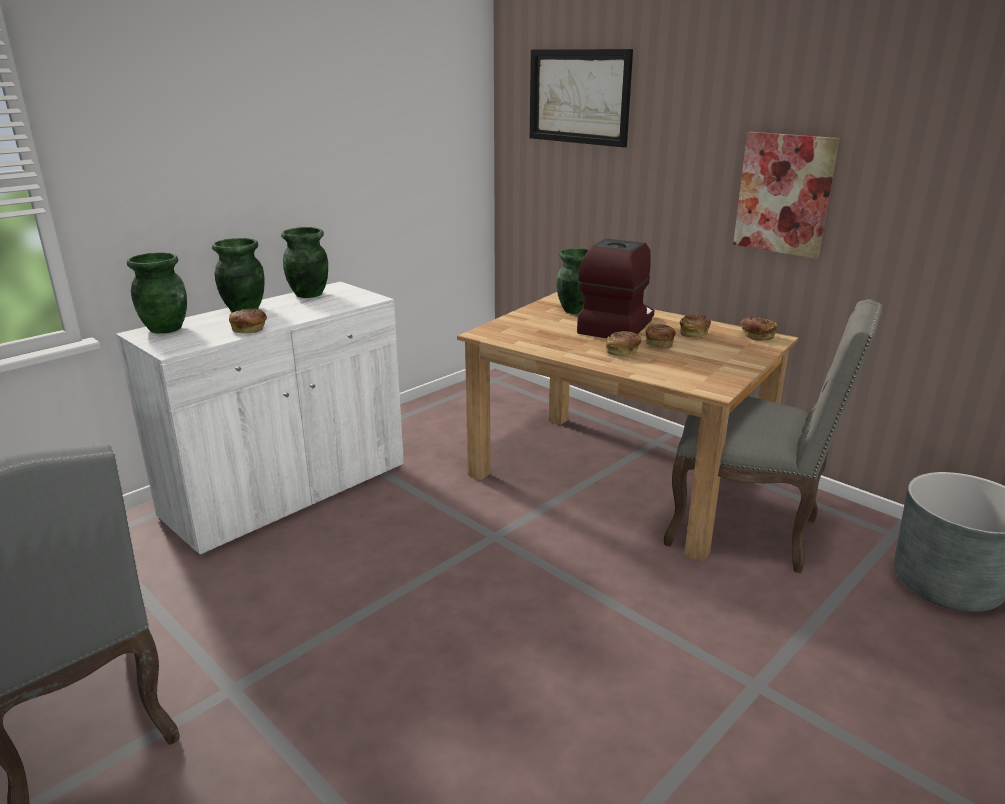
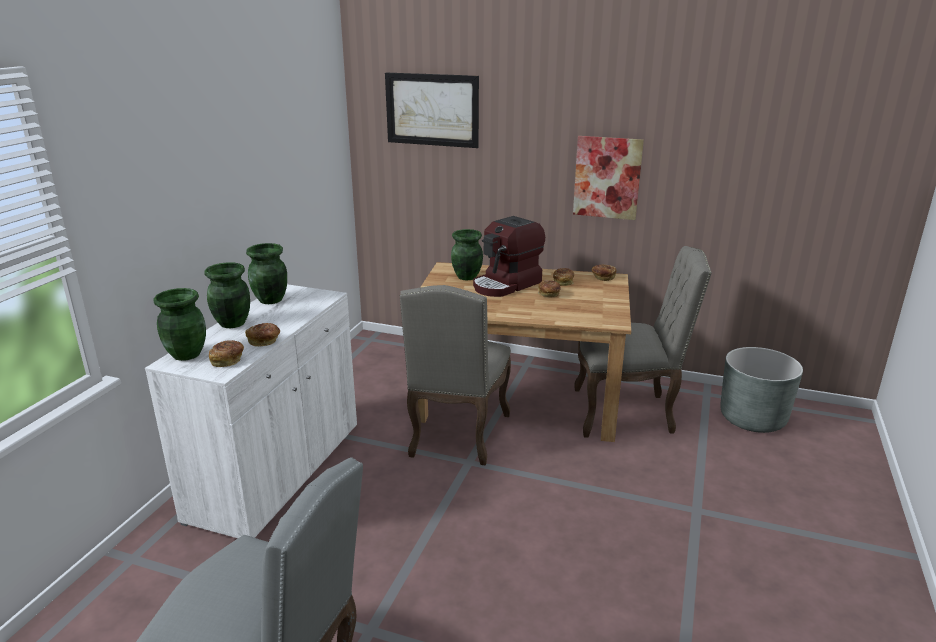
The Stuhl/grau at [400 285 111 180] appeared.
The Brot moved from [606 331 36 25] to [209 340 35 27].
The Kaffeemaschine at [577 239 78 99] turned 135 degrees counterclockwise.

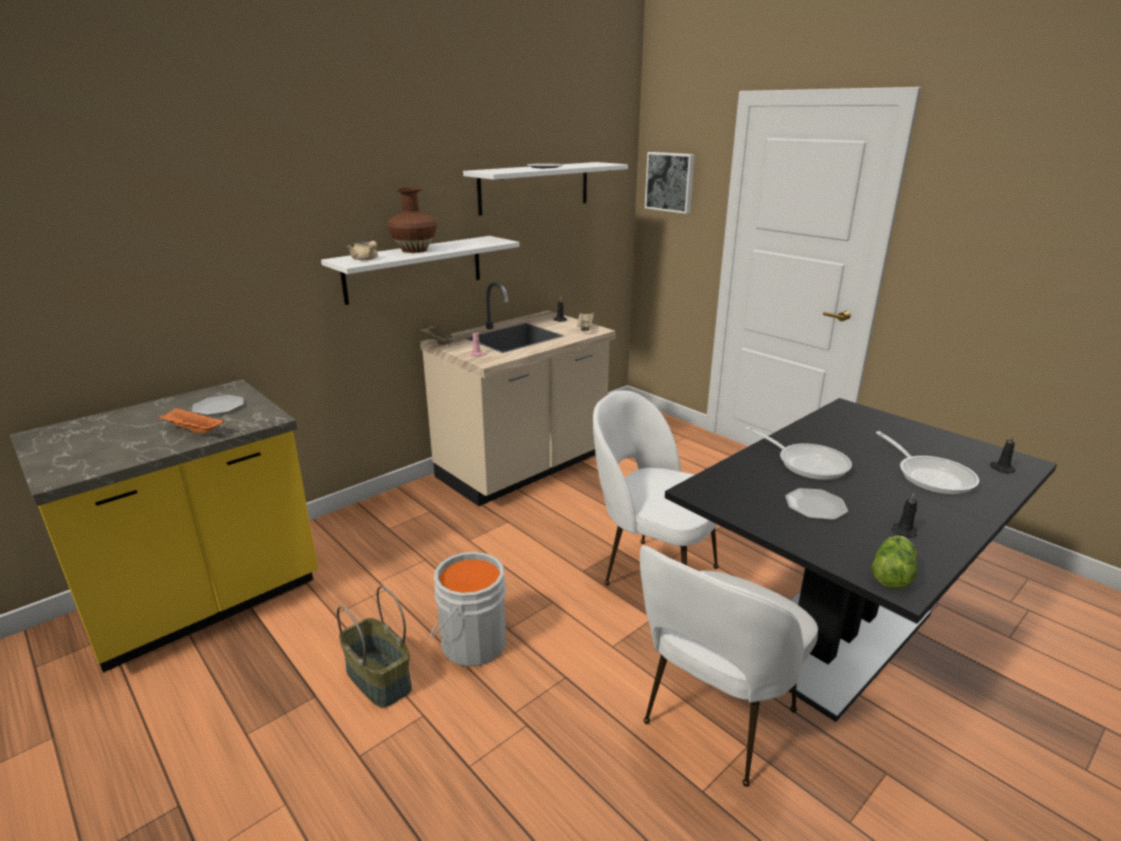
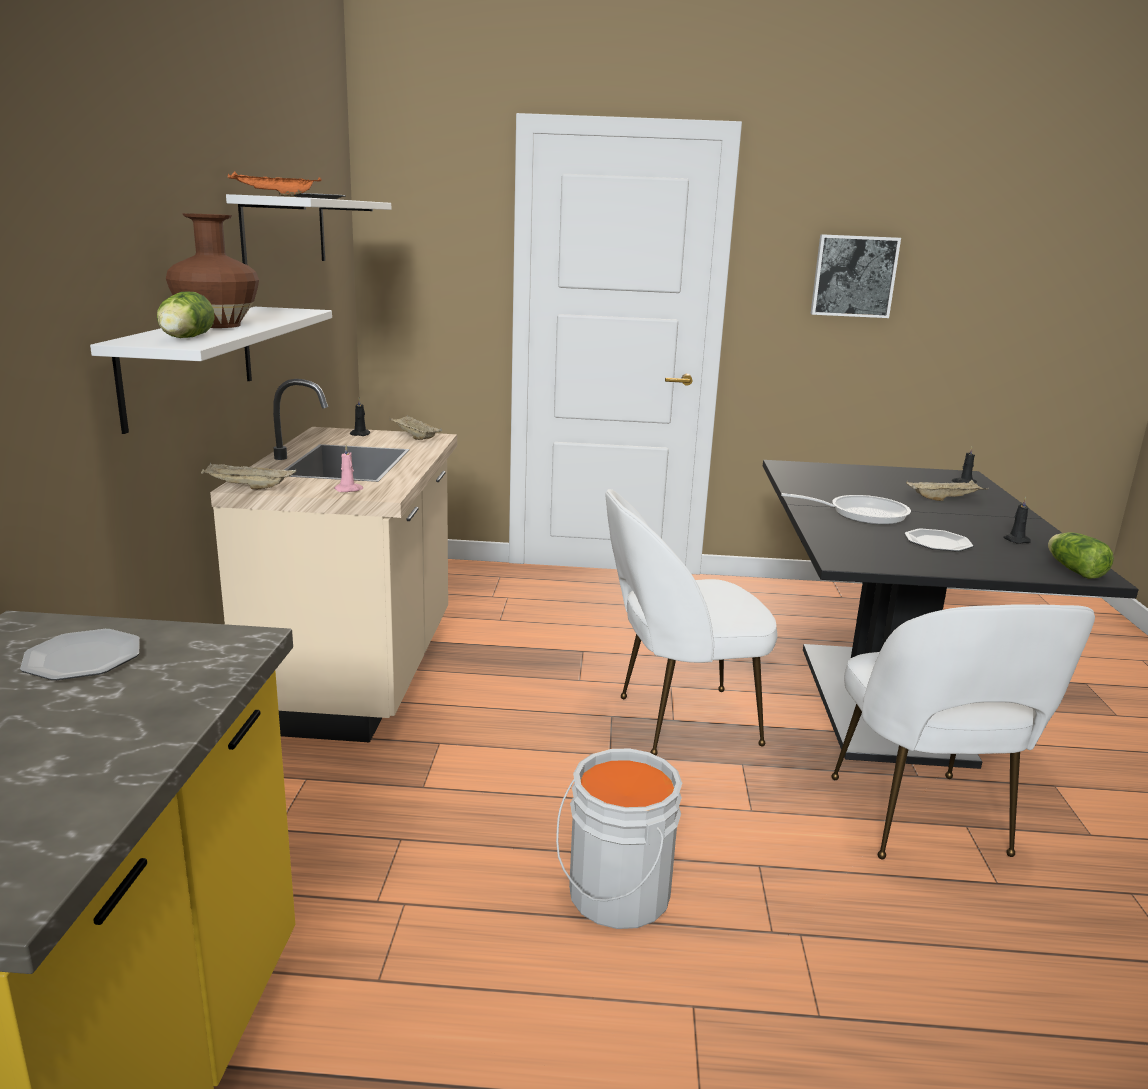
The Korb at [337 585 75 123] disappeared.
The Tablett/orange moved from [158 407 67 27] to [227 171 95 25].
The Bild moved from [645 152 50 62] to [811 234 90 84].
The Teekanne/beige at [347 241 31 19] was replaced by the Salatkopf at [157 291 58 47].
The Pfanne at [876 431 103 64] was replaced by the Tablett/beige at [906 480 82 21].

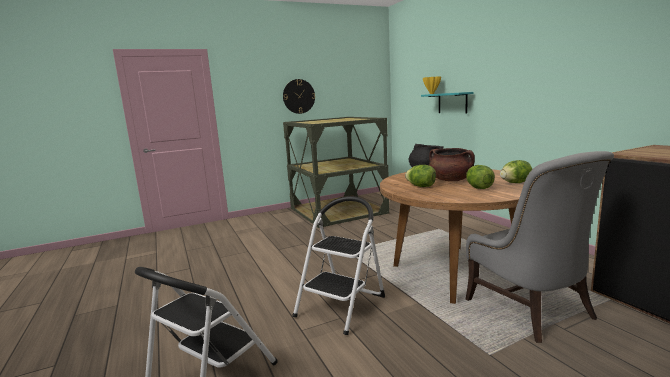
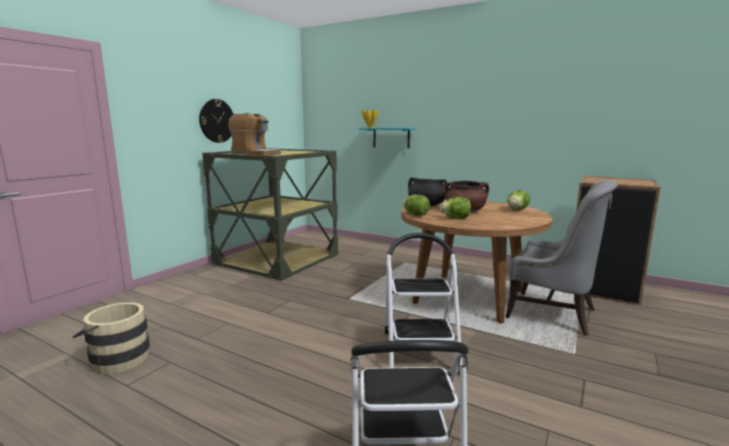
The Eimer/beige at [72 302 78 72] appeared.
The Kaffeemaschine at [228 113 53 43] appeared.
The Salatkopf moved from [466 165 29 24] to [403 194 27 22].

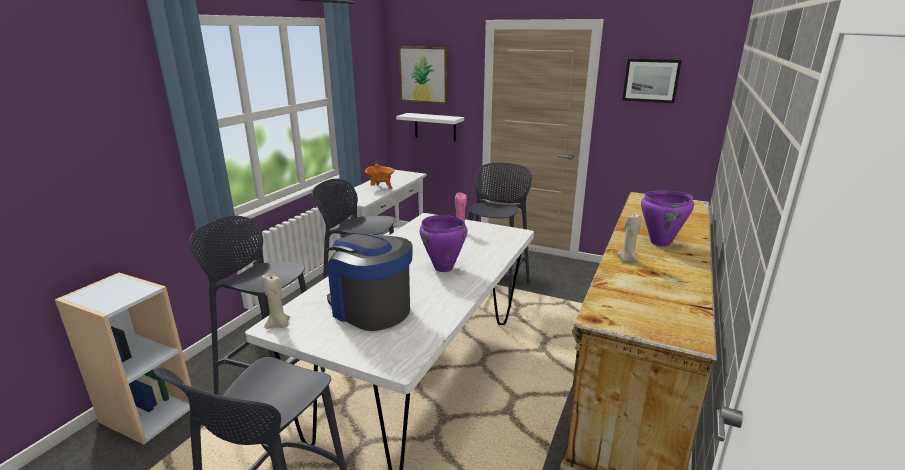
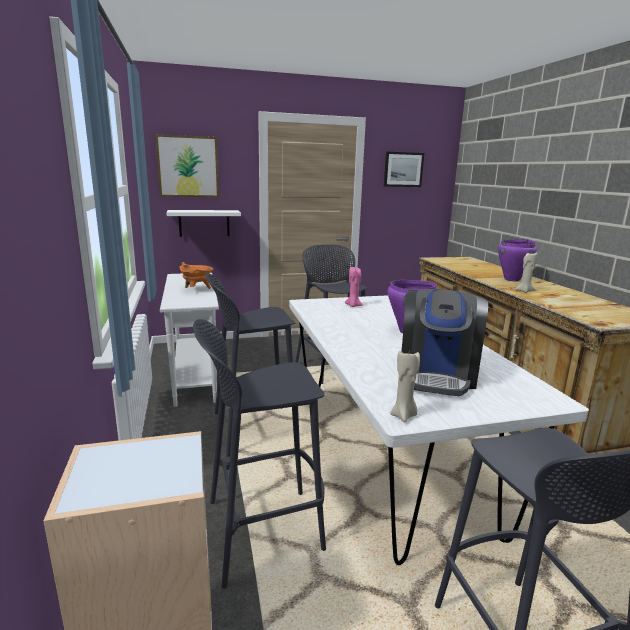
The Kaffeemaschine at [326 233 87 98] turned 75 degrees counterclockwise.

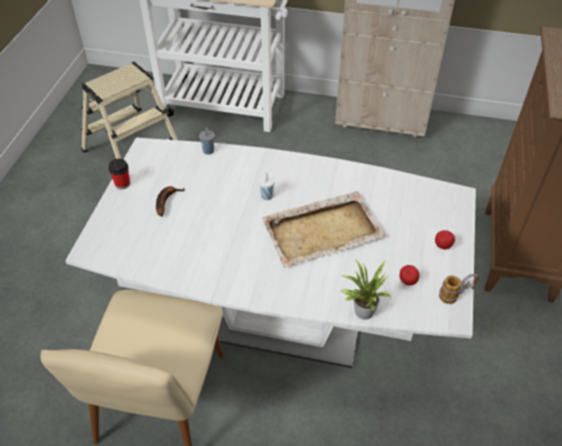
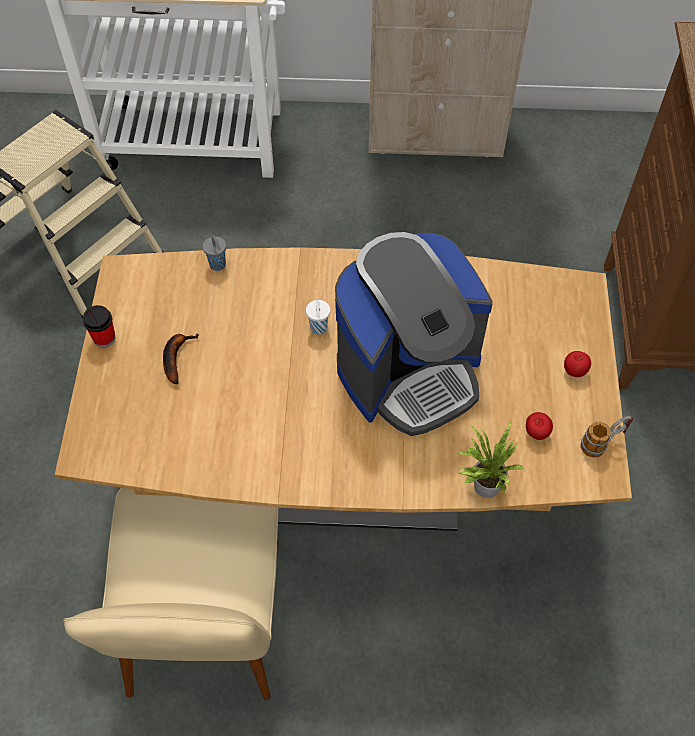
The Tablett/beige at [262 191 124 77] was replaced by the Kaffeemaschine at [335 232 158 204].
The Esstisch/weiß at [65 138 411 230] became the Esstisch/braun at [55 247 577 284].

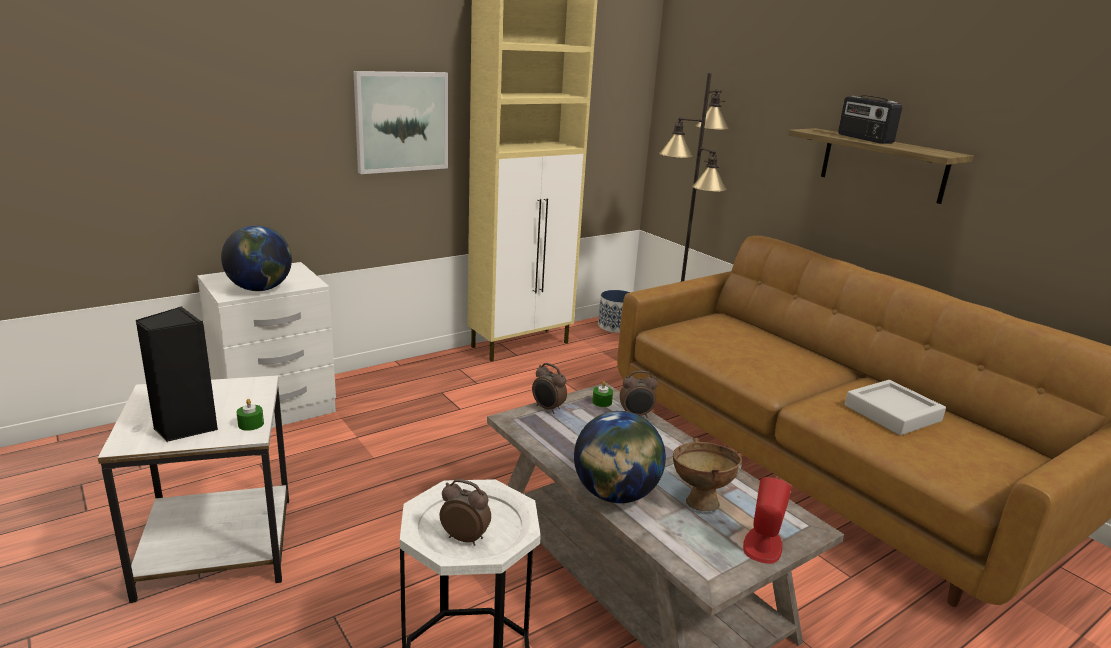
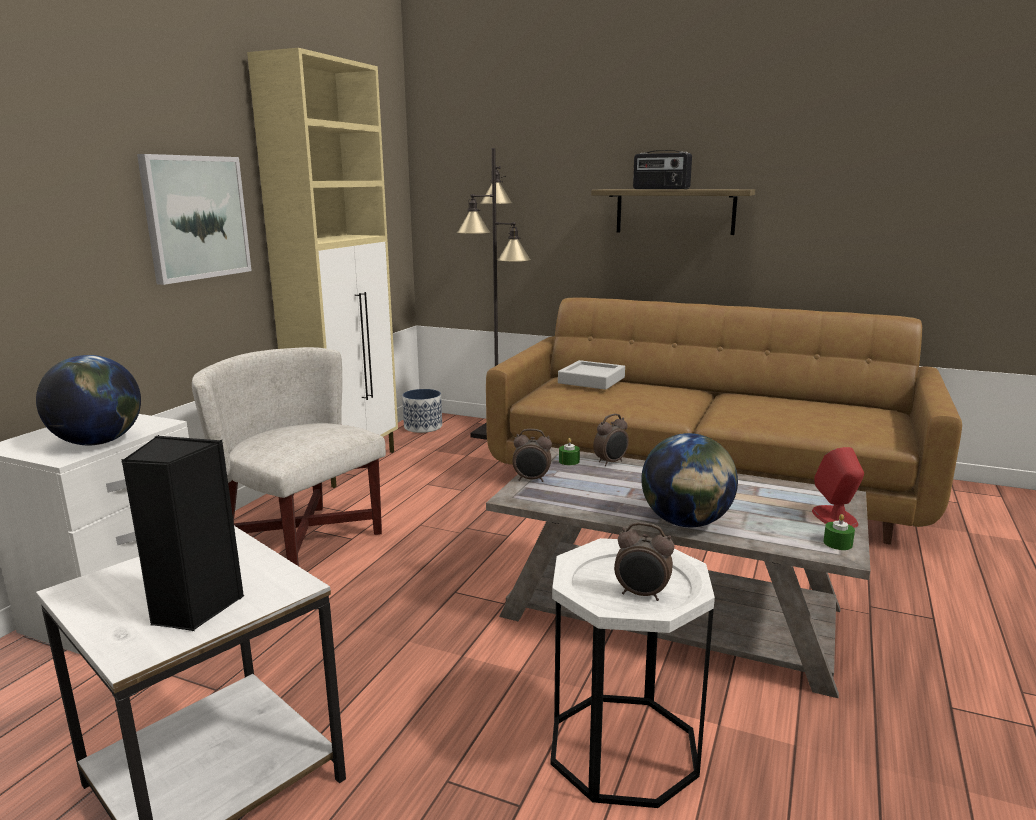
The Schüssel/braun at [673 438 69 73] disappeared.
The Sessel/weiß at [192 347 194 219] appeared.
The Kerze/grün moved from [237 399 27 32] to [823 514 32 36].
The Tablett/grau moved from [845 380 101 55] to [558 360 67 30].
The Wecker at [440 479 51 67] turned 150 degrees counterclockwise.

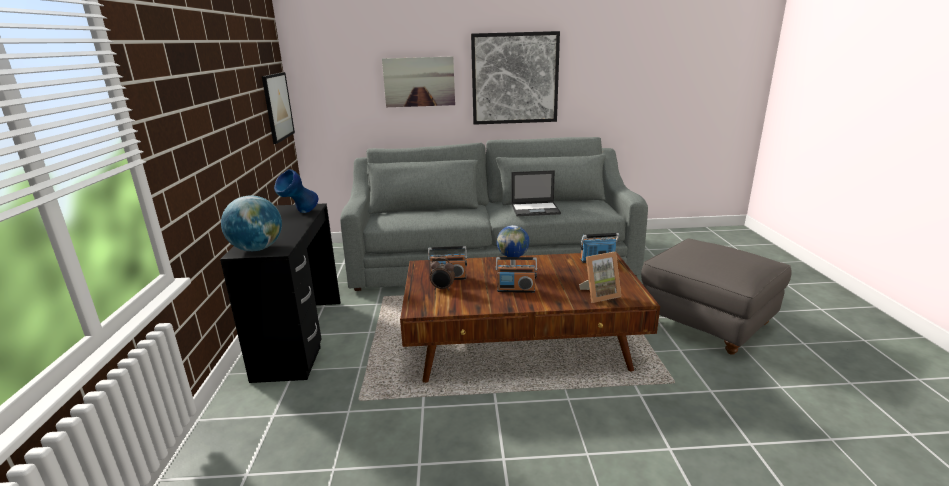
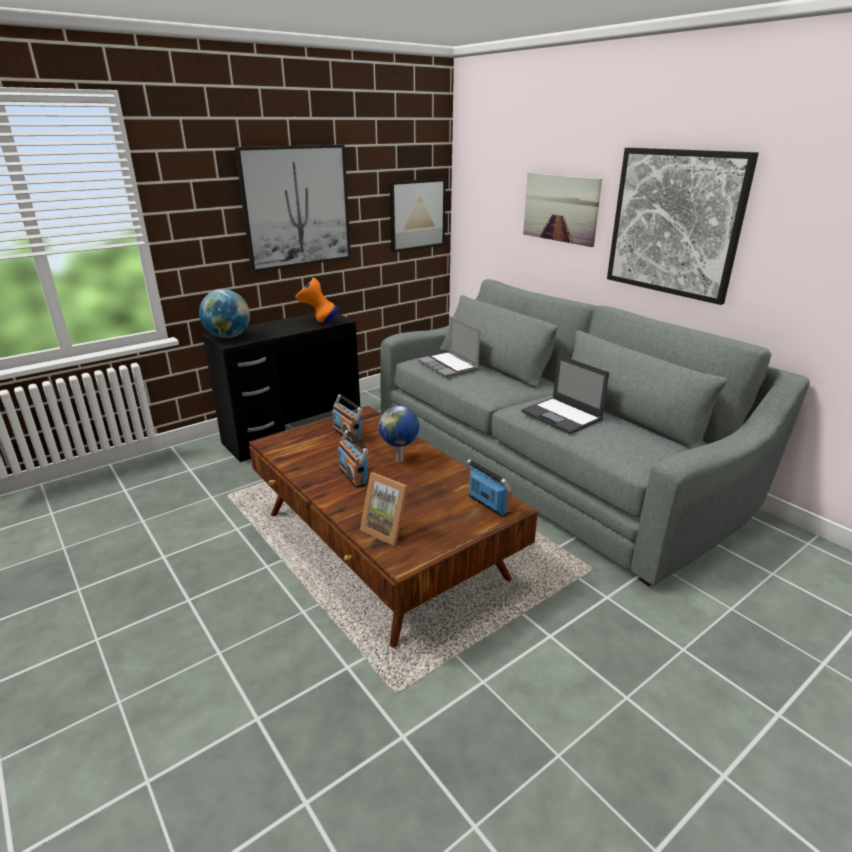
The Wecker at [430 258 25 33] disappeared.
The Polsterhocker/grau at [641 238 150 117] disappeared.
The Bild at [235 145 116 127] appeared.
The Laptop at [418 316 62 62] appeared.
The Vase/blau at [274 169 44 44] became the Vase/orange at [295 278 44 45].

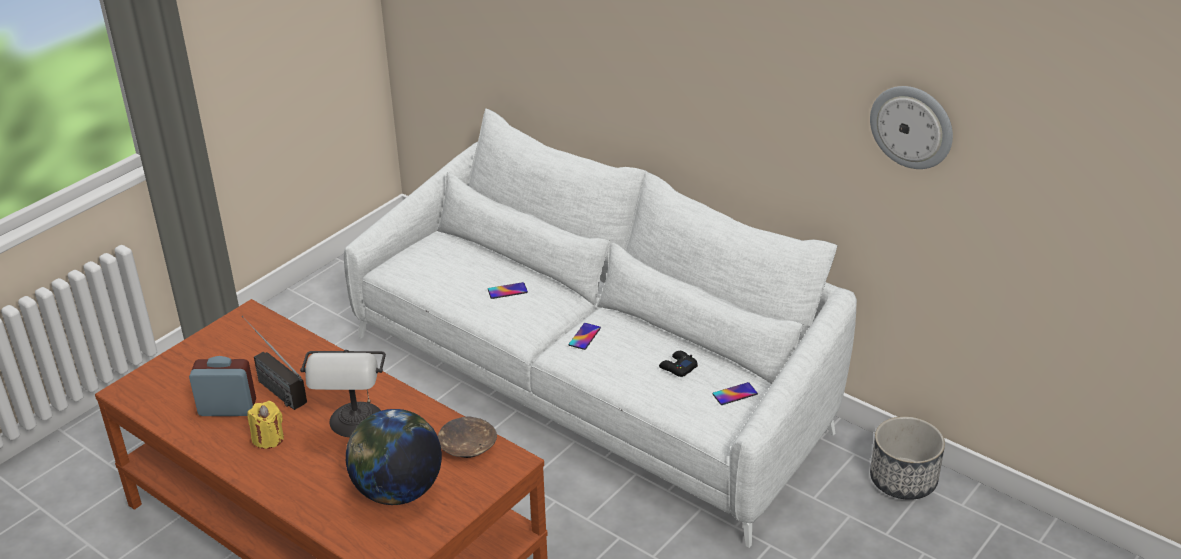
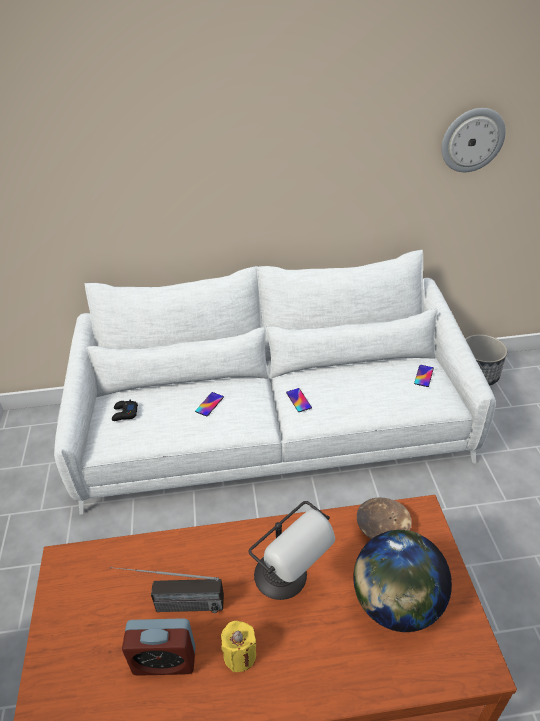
The Gamepad/schwarz moved from [659 351 39 26] to [112 399 26 22].
The Wecker at [189 356 67 60] turned 135 degrees counterclockwise.

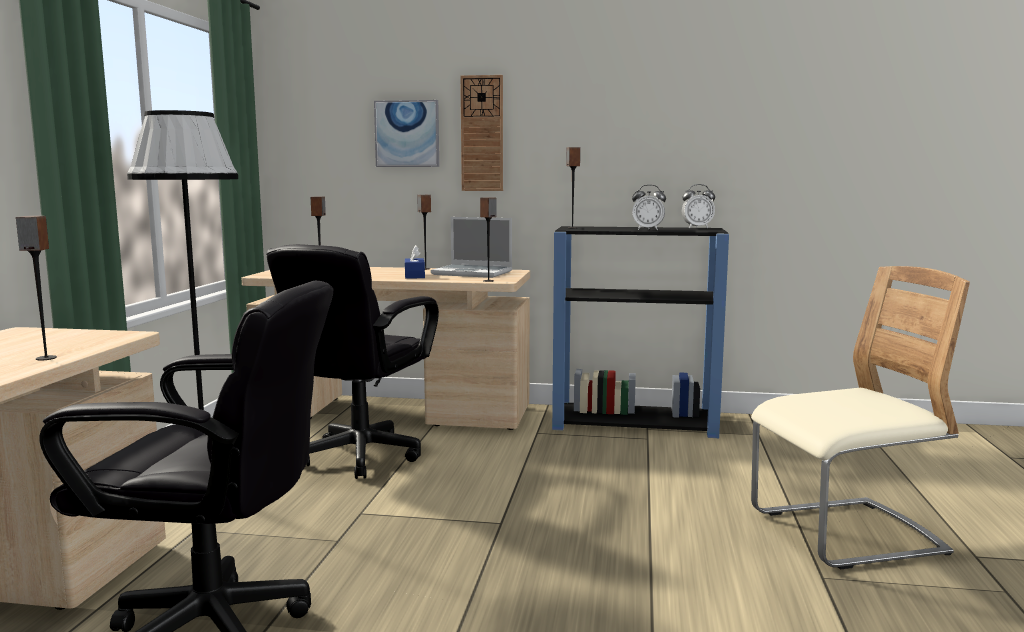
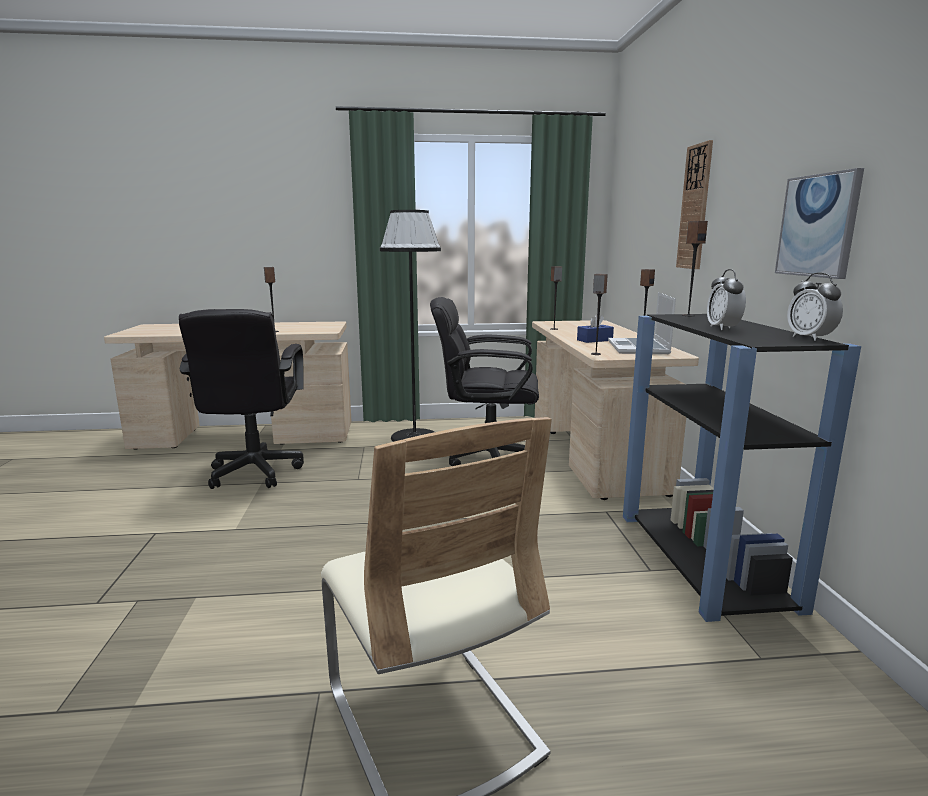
The Bild moved from [374 100 65 67] to [775 168 89 111].

